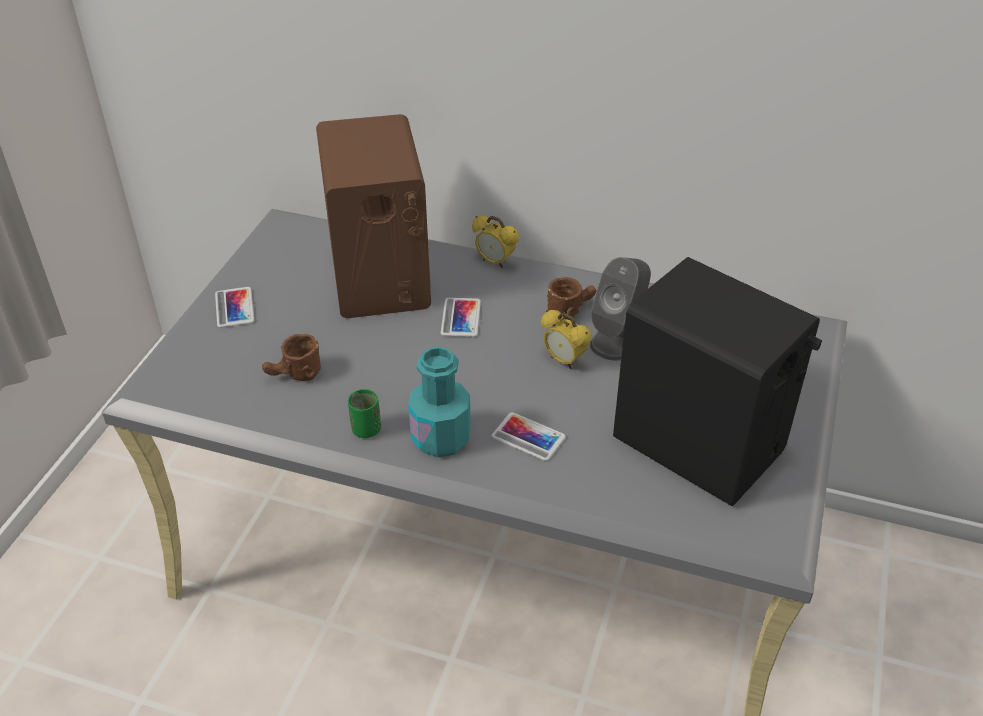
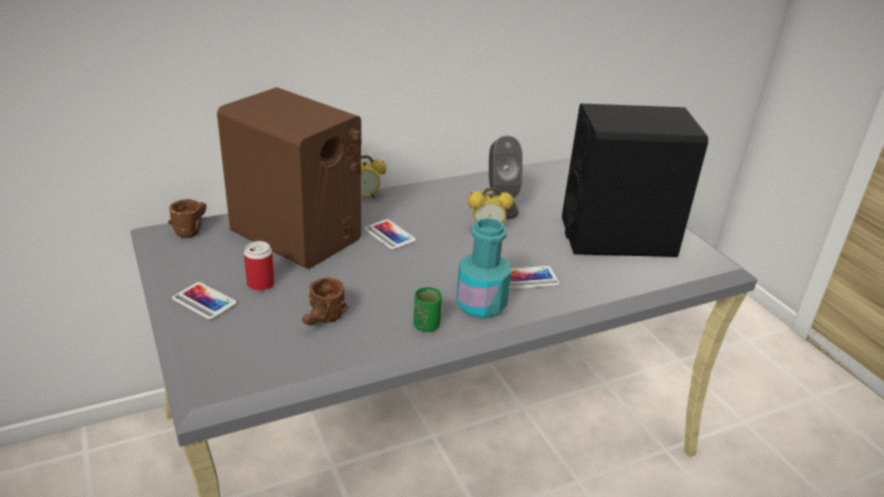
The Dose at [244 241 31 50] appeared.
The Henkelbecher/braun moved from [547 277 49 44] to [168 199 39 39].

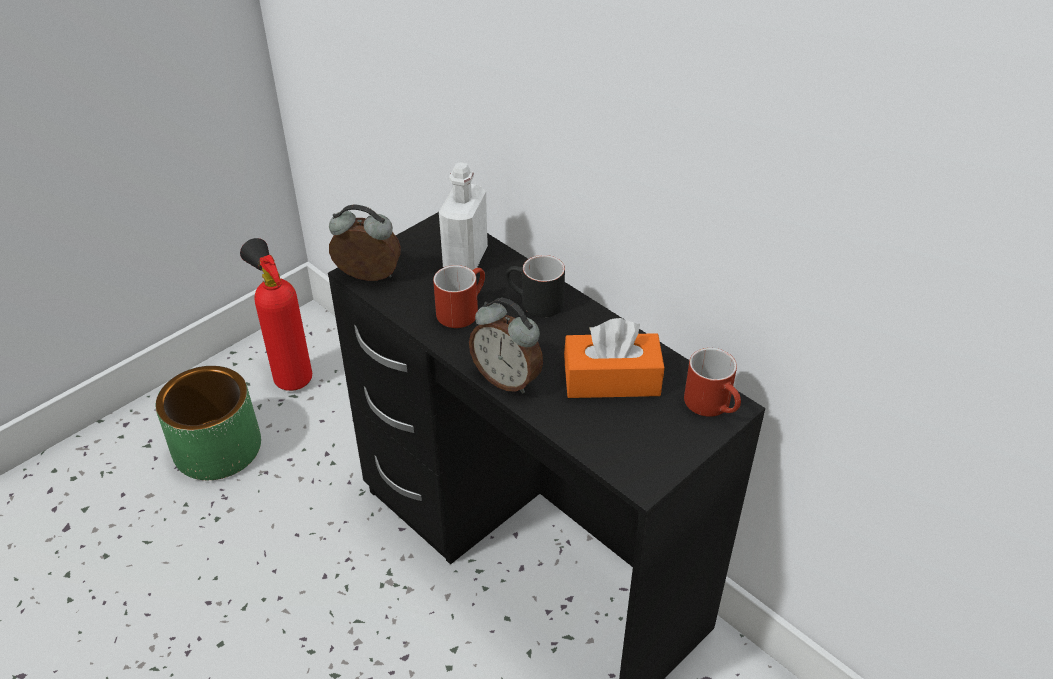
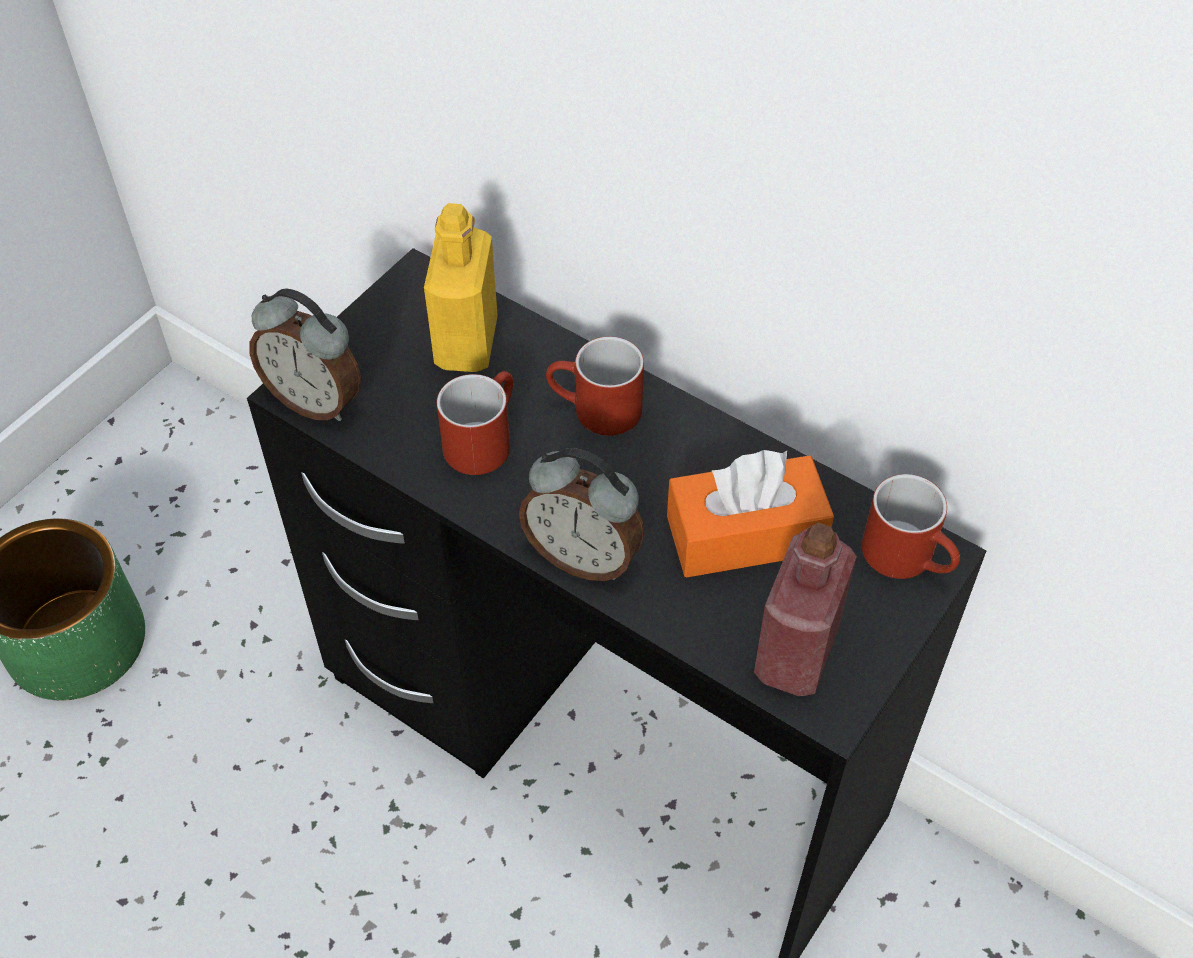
The Feuerlöscher at [240 238 72 153] disappeared.
The Flasche/rot at [754 523 103 173] appeared.
The Flasche/weiß at [439 162 49 108] became the Flasche/gelb at [424 203 74 169].
The Henkelbecher/schwarz at [506 255 59 62] became the Henkelbecher/rot at [546 336 98 100].
The Wecker at [329 205 72 76] turned 150 degrees counterclockwise.

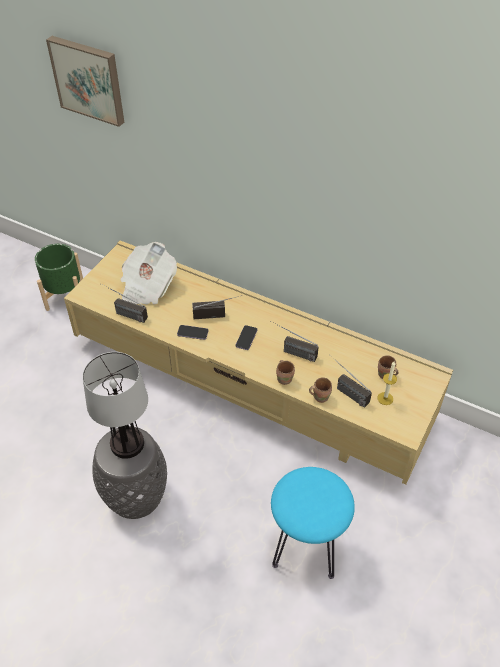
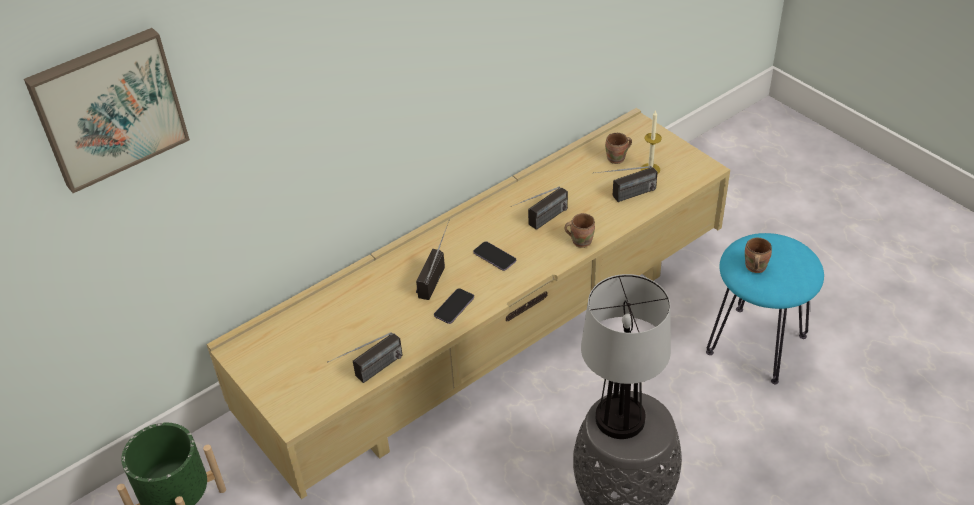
The Zeitung at [121 242 56 63] disappeared.
The Henkelbecher/braun moved from [309 377 23 26] to [745 238 27 35].

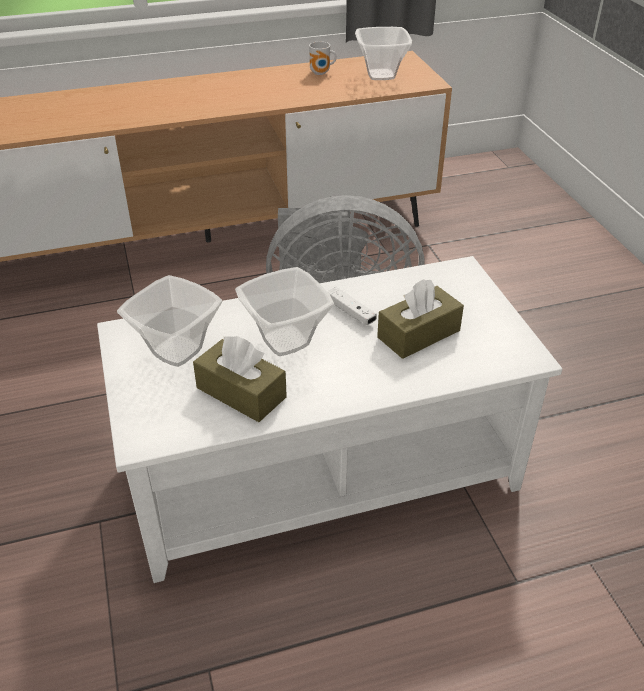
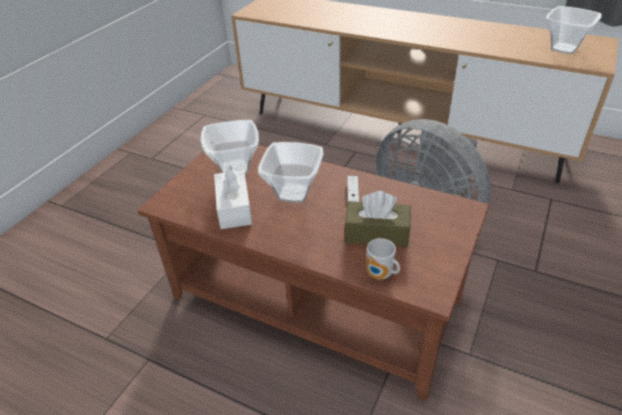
The Henkelbecher moved from [309 41 28 34] to [366 238 34 42].
The Couchtisch/weiß at [97 256 465 327] became the Couchtisch/braun at [137 145 352 256].
The Taschentuchbox/braun at [193 336 94 86] became the Taschentuchbox/weiß at [214 165 38 64].

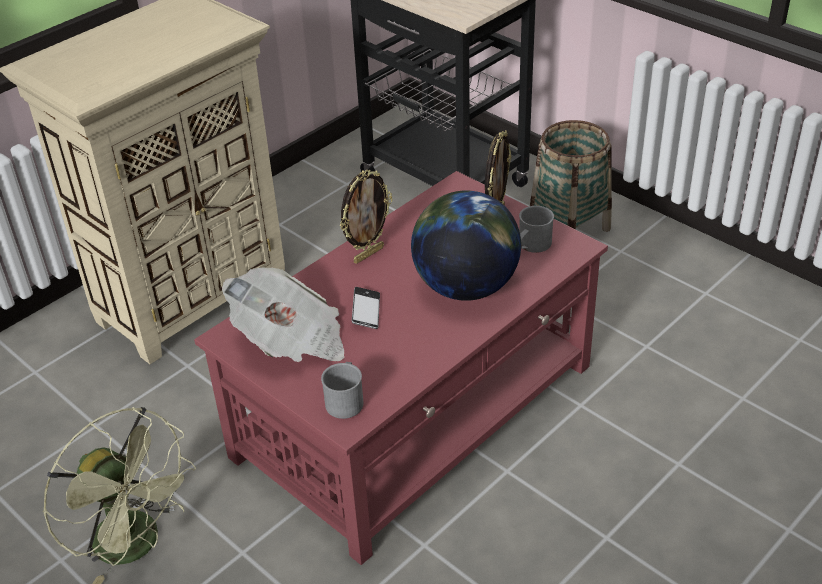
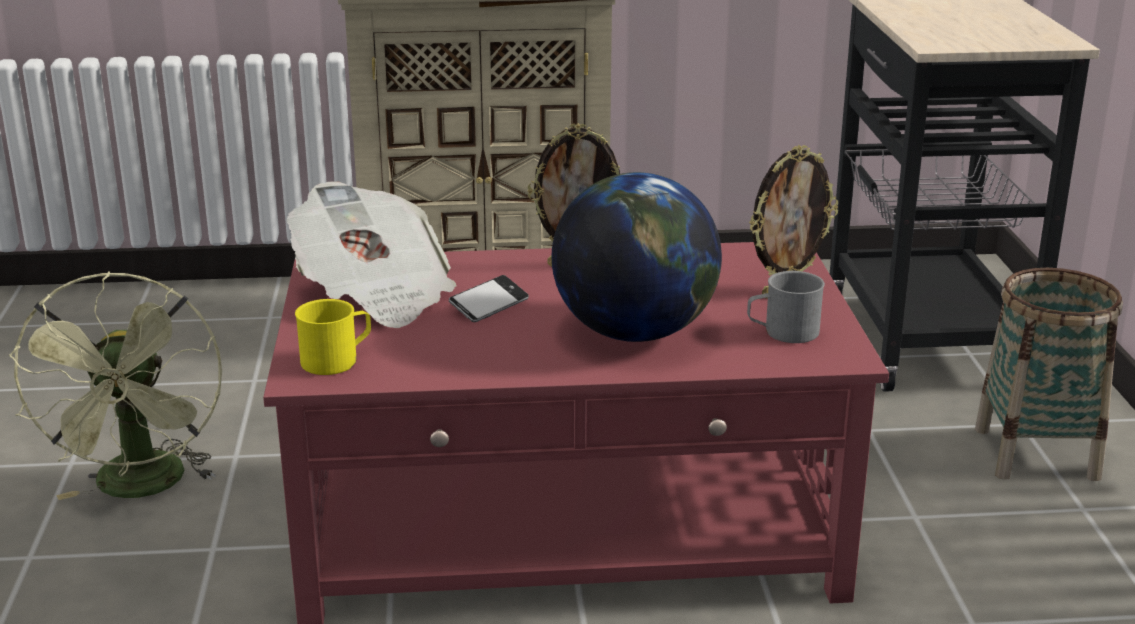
The Henkelbecher/grau at [321 362 43 57] became the Henkelbecher/gelb at [295 299 76 76].

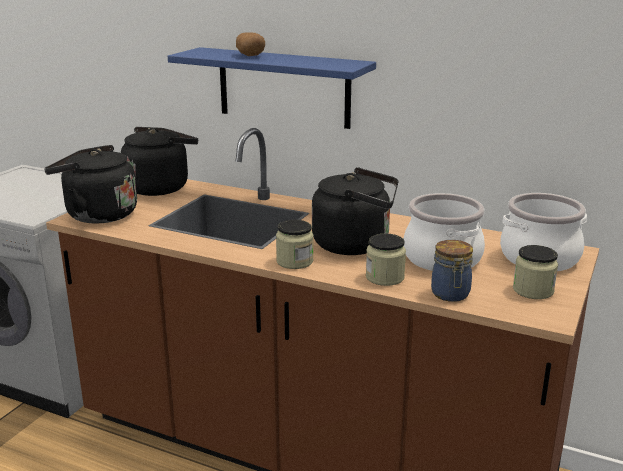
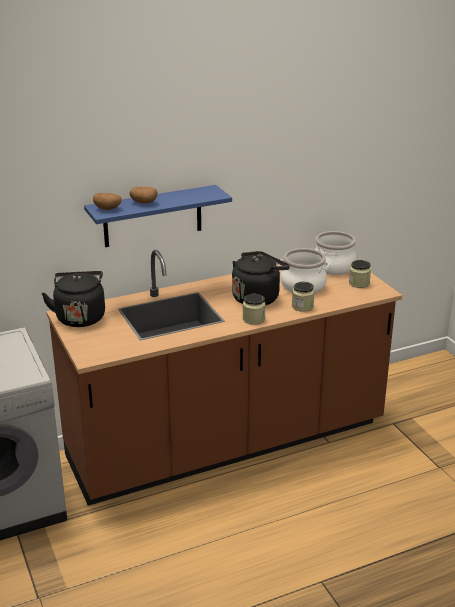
The Wasserkessel/schwarz at [44 145 93 79] disappeared.
The Vorratsglas at [431 240 42 62] disappeared.
The Kartoffel at [93 193 29 17] appeared.

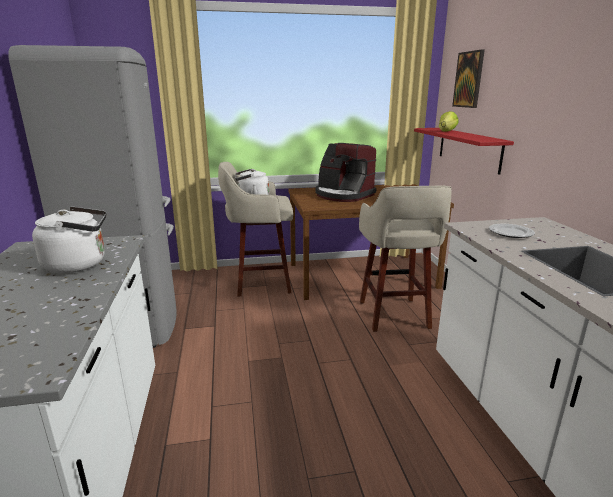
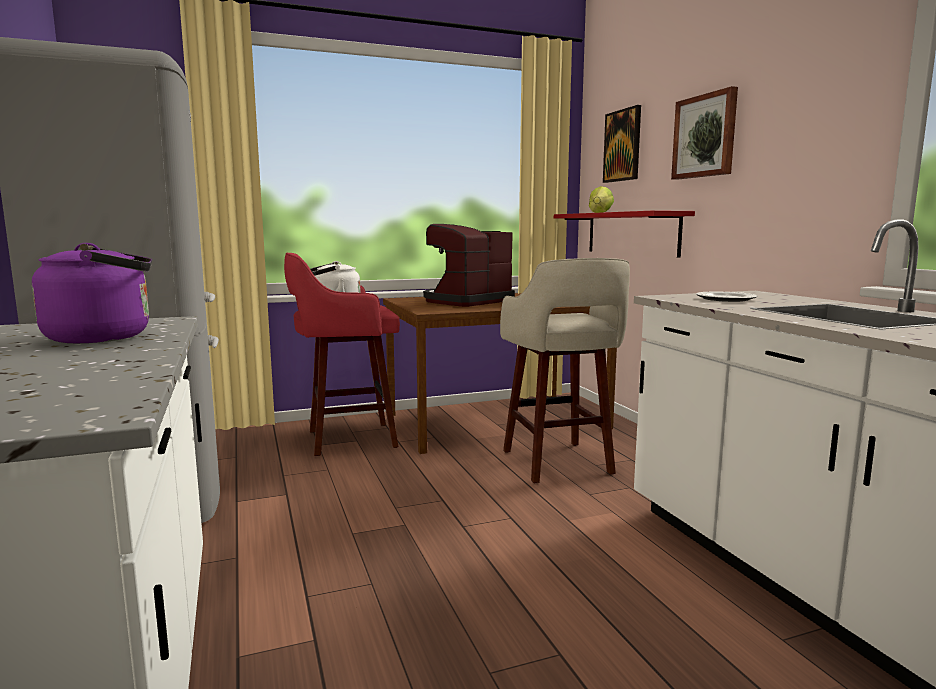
The Bild at [671 86 67 94] appeared.
The Wasserkessel/weiß at [32 206 75 67] became the Wasserkessel/lila at [32 243 120 100].
The Hocker/beige at [218 162 75 134] became the Hocker/rot at [284 253 116 203].
The Kaffeemaschine at [315 143 62 59] turned 105 degrees clockwise.

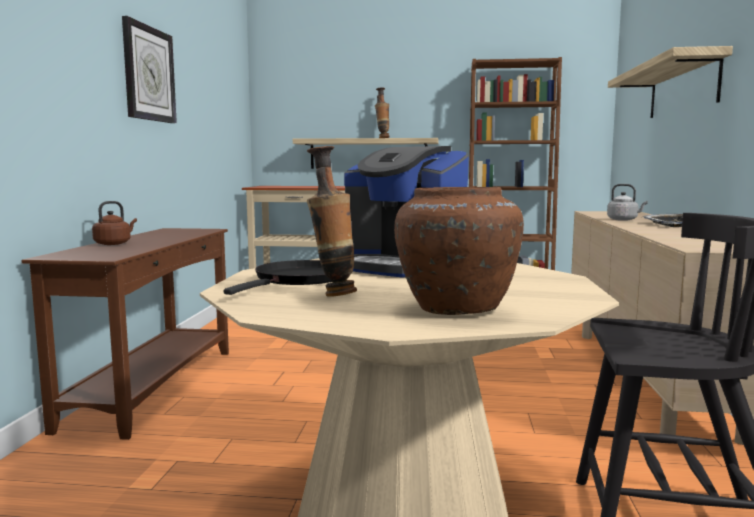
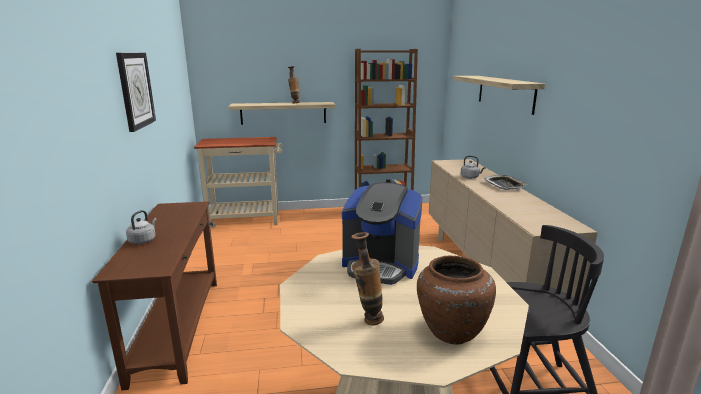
The Pfanne/schwarz at [224 260 108 35] disappeared.
The Wasserkessel/braun at [92 201 45 44] became the Wasserkessel/grau at [126 210 31 34].

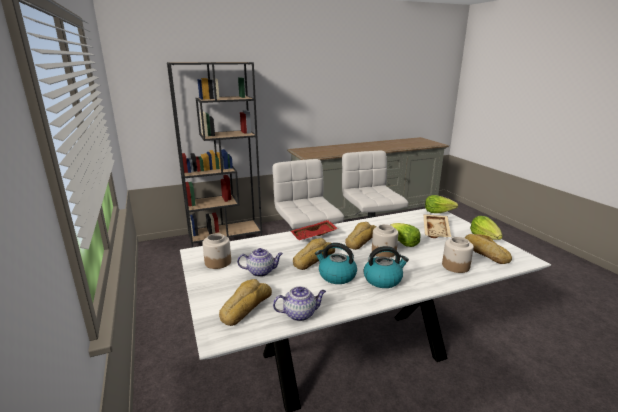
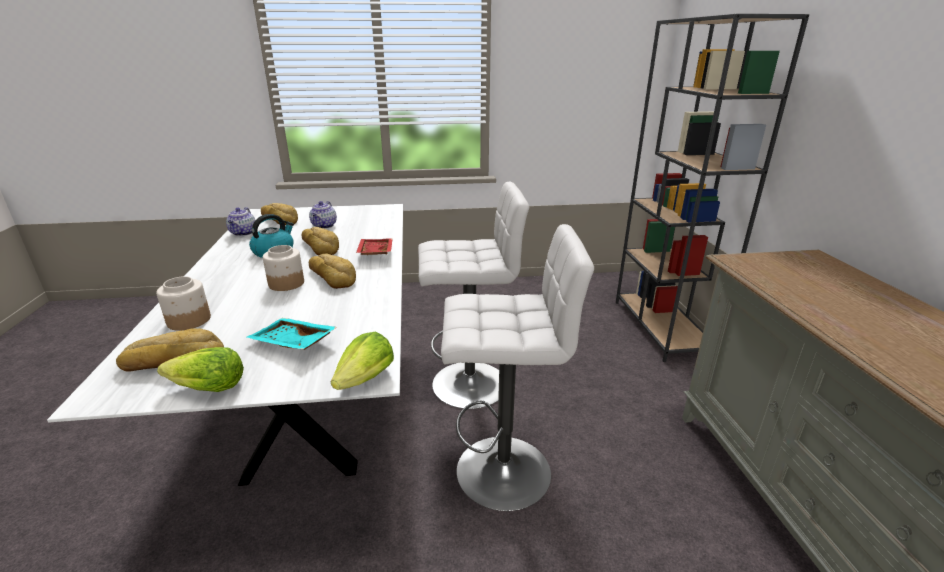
The Vorratsglas at [202 233 29 36] disappeared.
The Wasserkessel at [363 246 46 42] disappeared.
The Salatkopf at [391 223 30 24] disappeared.
The Tablett/beige at [424 214 27 24] became the Tablett/türkis at [247 318 90 32].

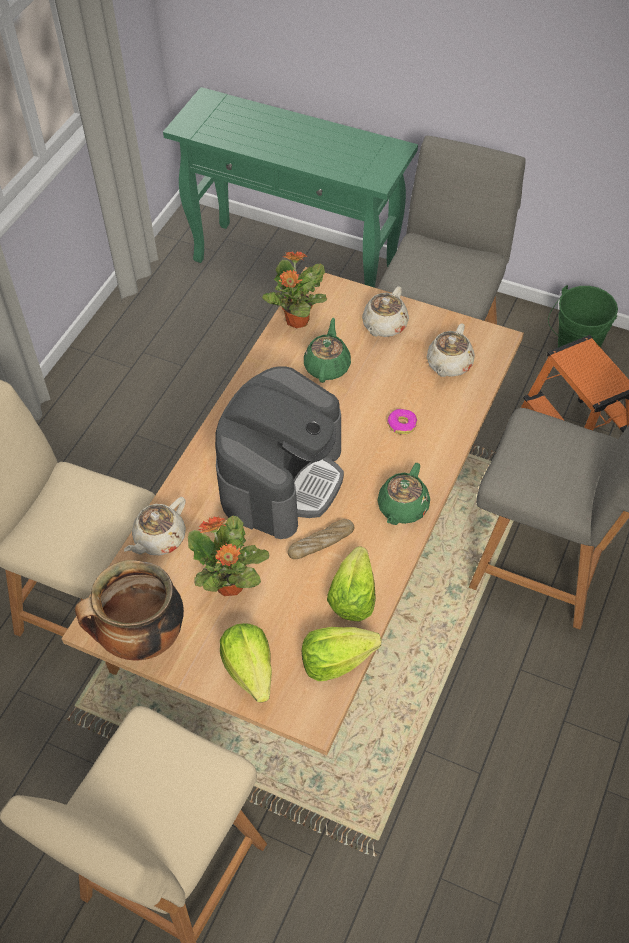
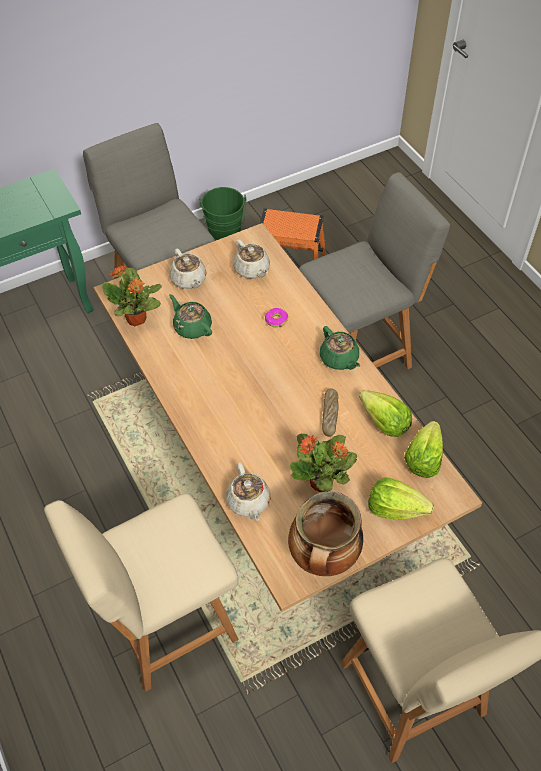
The Kaffeemaschine at [215 366 129 173] disappeared.

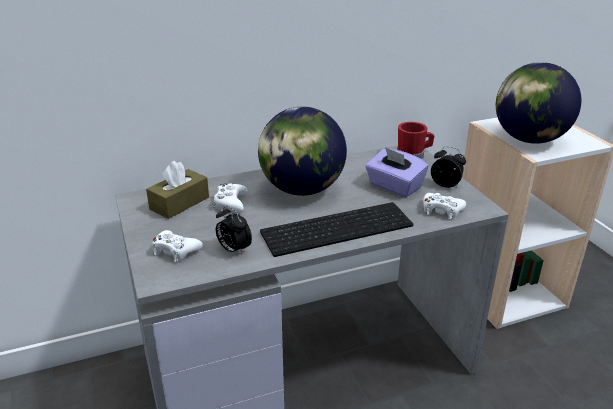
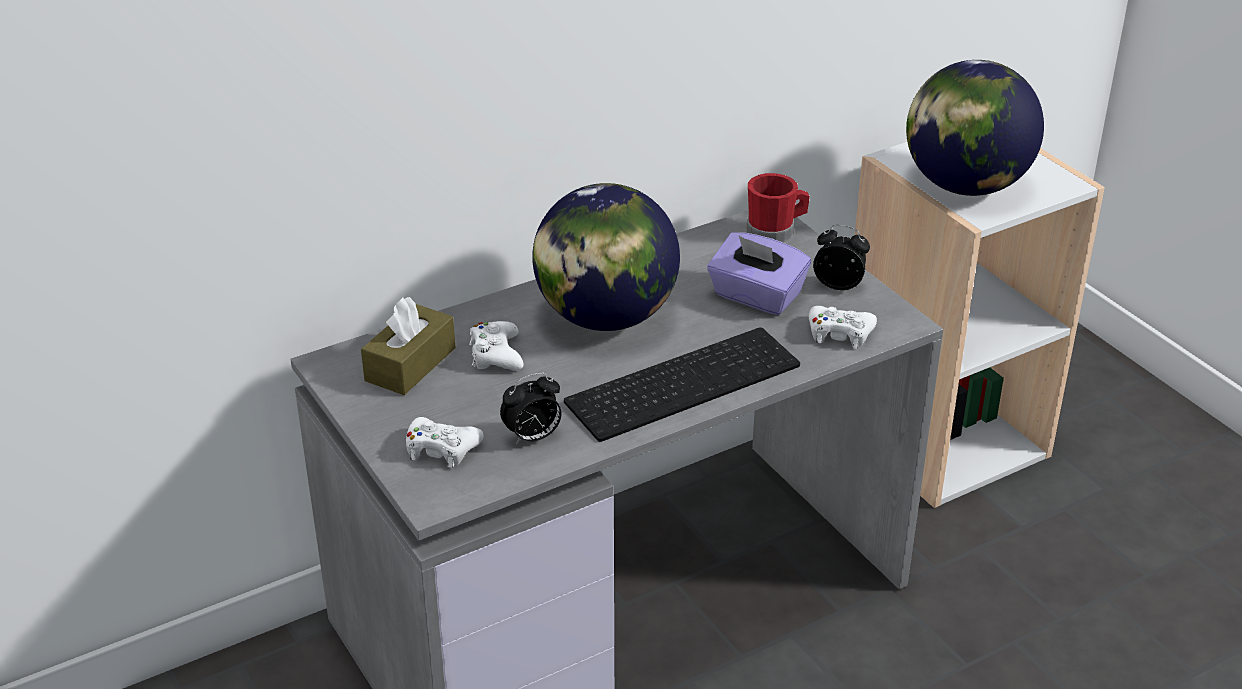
The Wecker at [216 206 36 50] turned 60 degrees counterclockwise.

